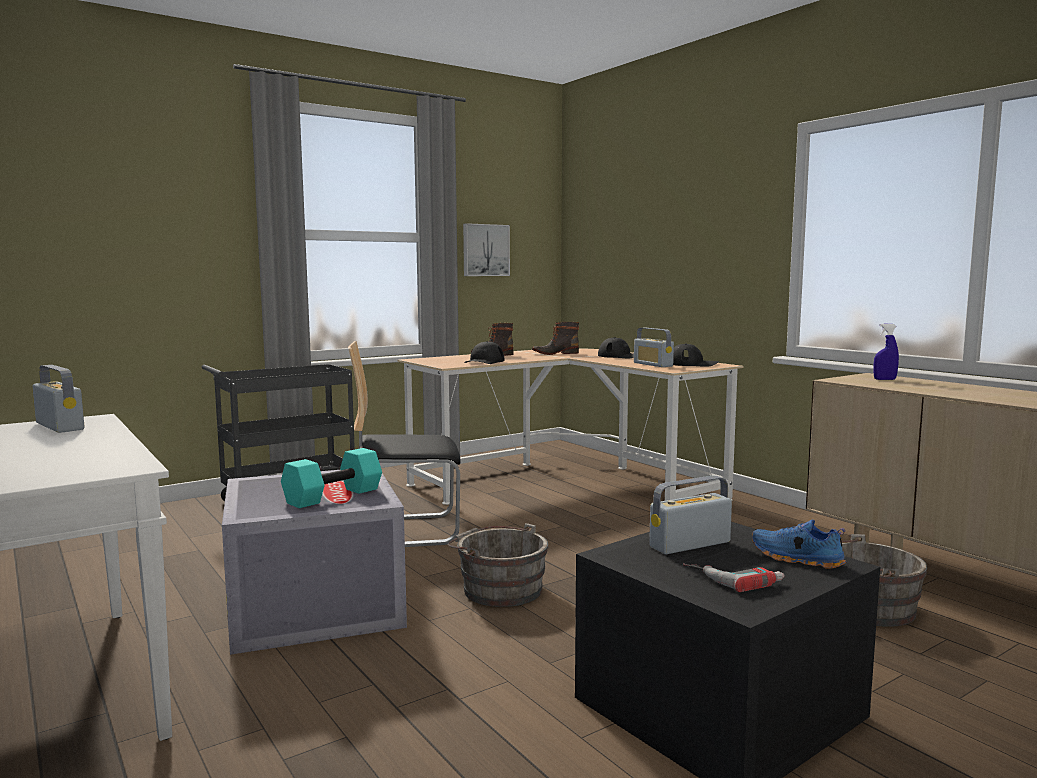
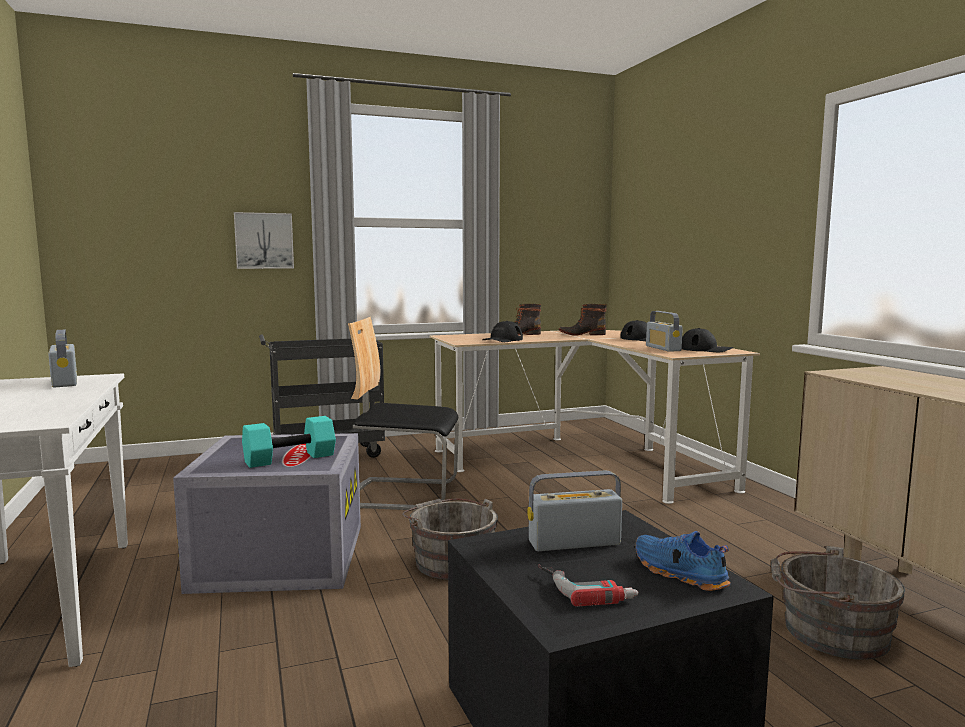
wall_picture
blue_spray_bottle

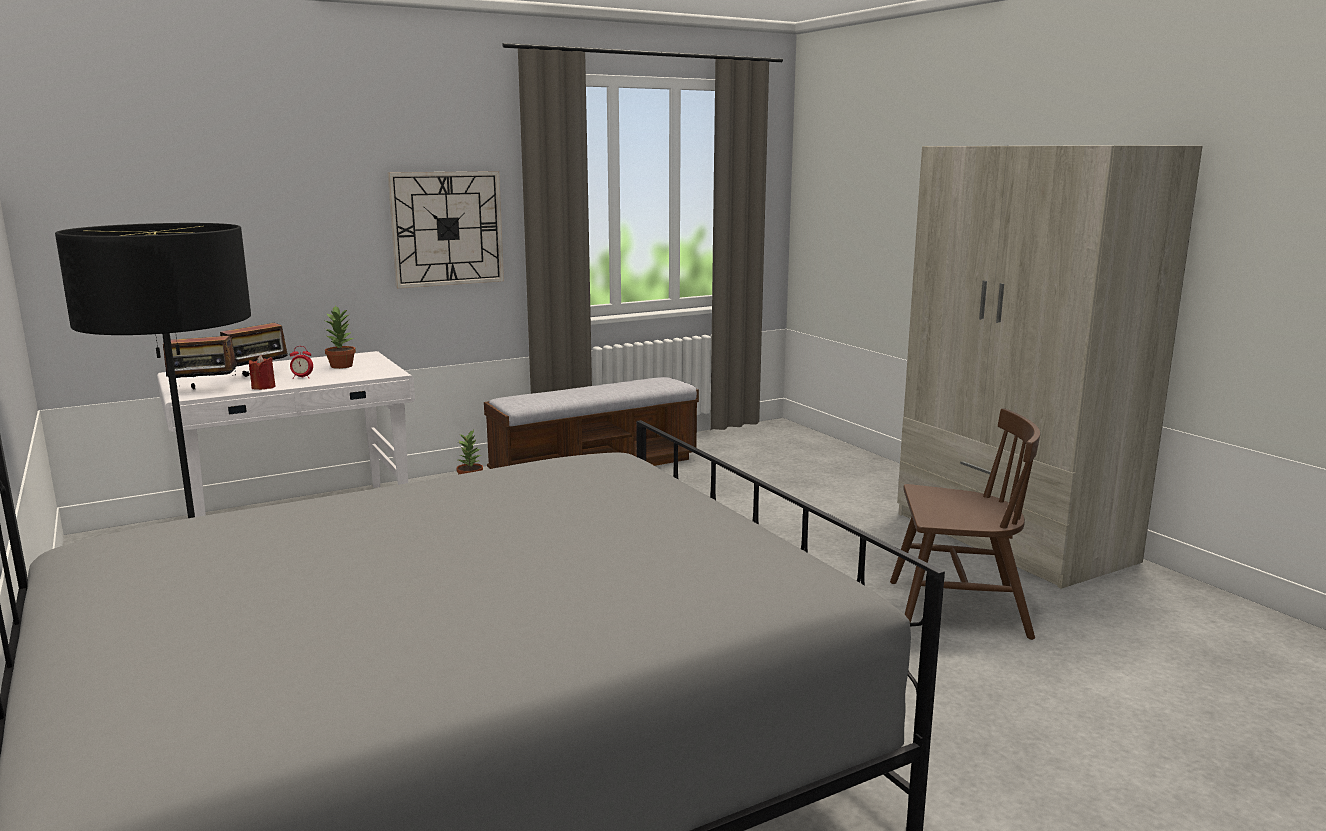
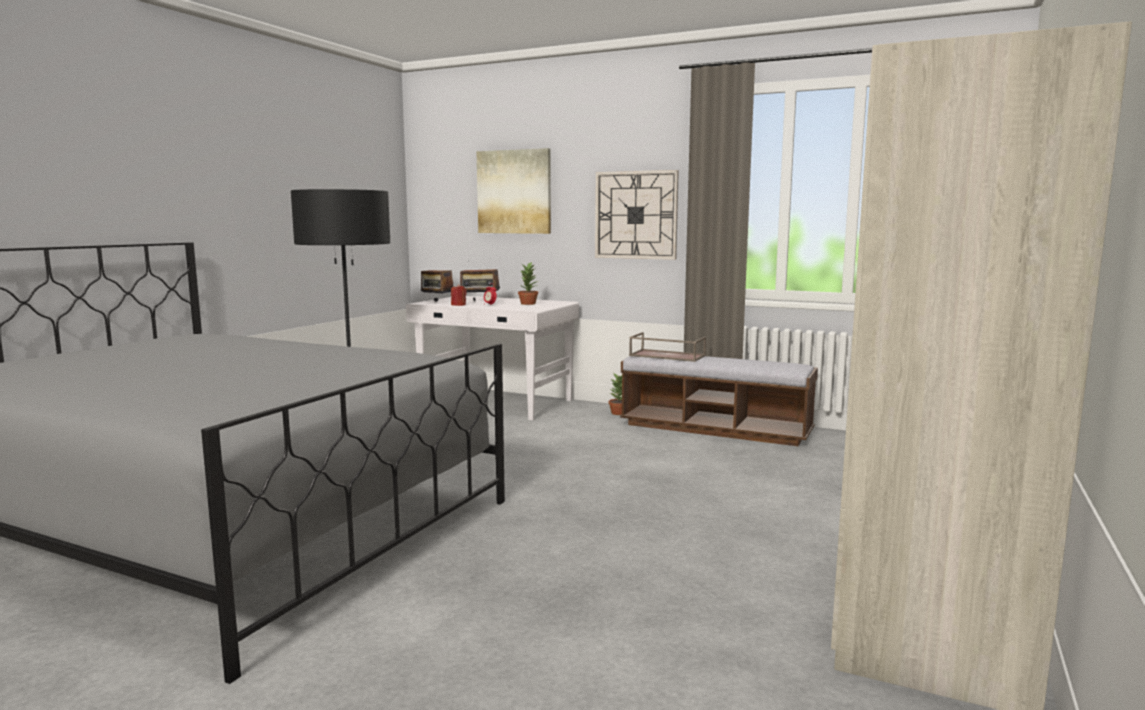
wall_picture
brown-coloured_tray
brown-coloured_upright_chair

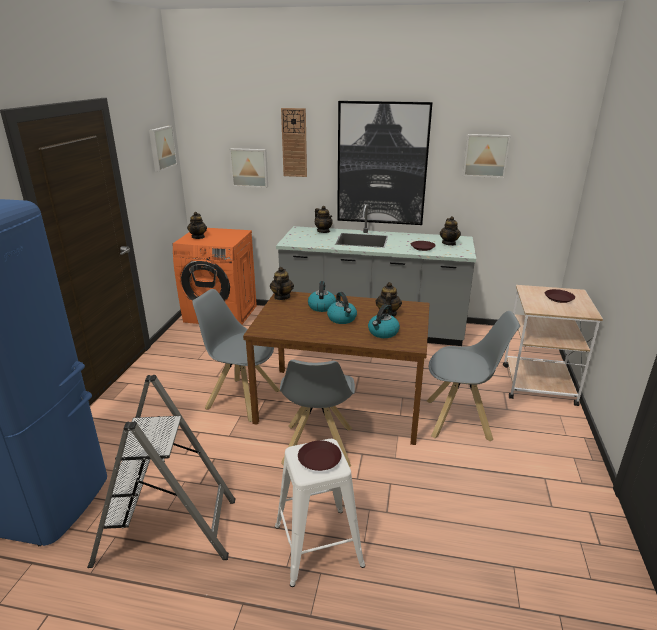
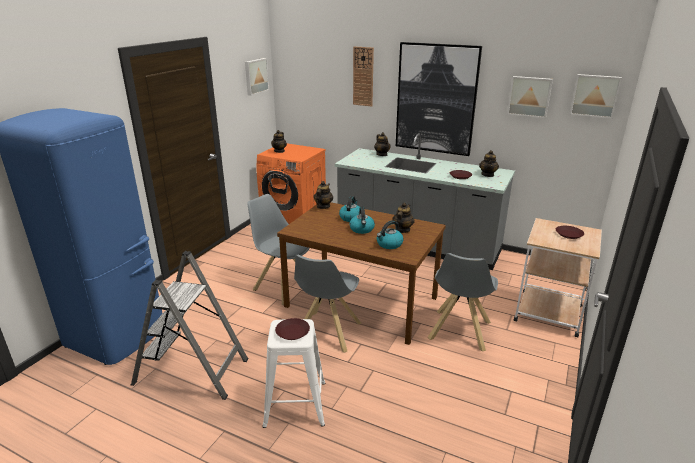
gray_upright_chair (no. 3 from left)
wall_picture (no. 4 from left)

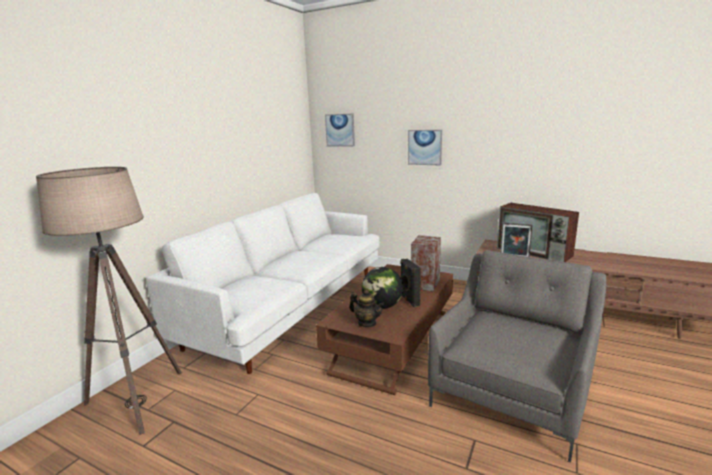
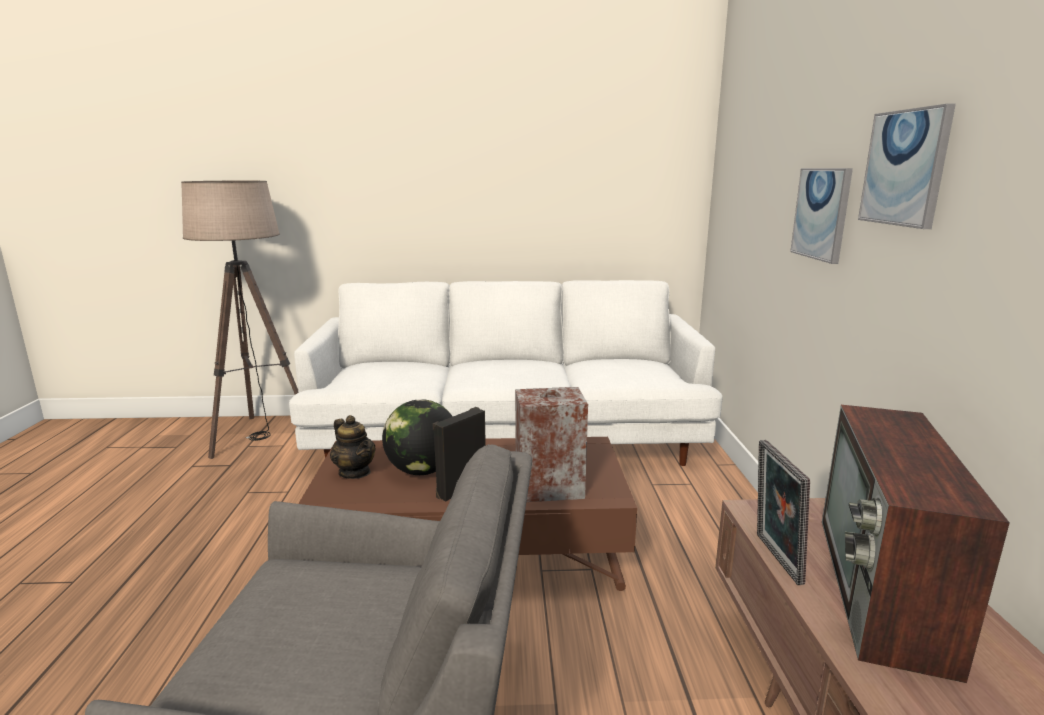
pot_for_tea
wall_picture (no. 2 from left)

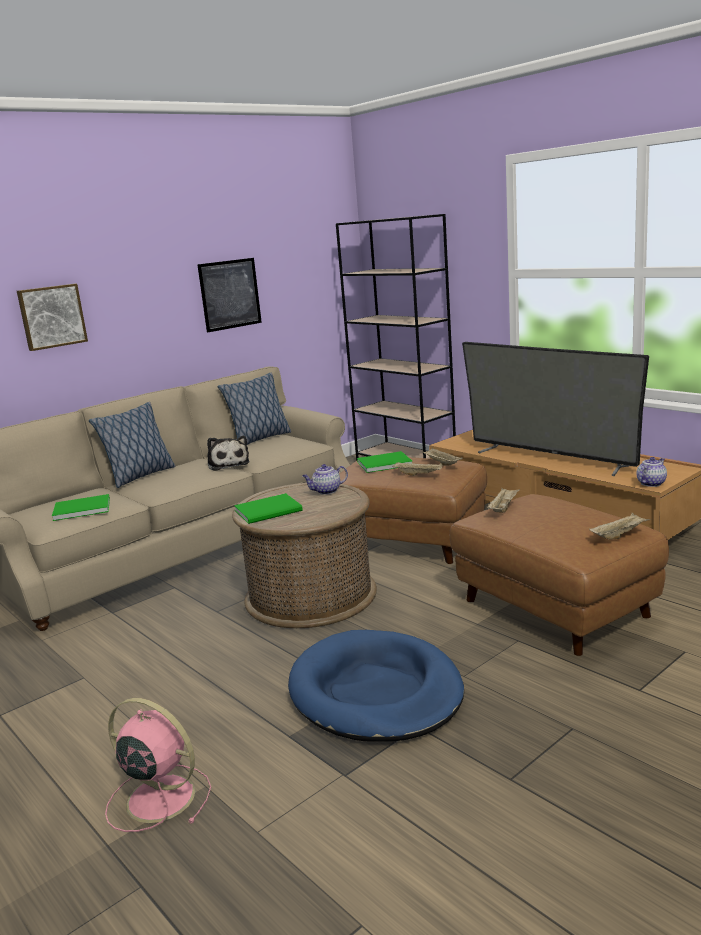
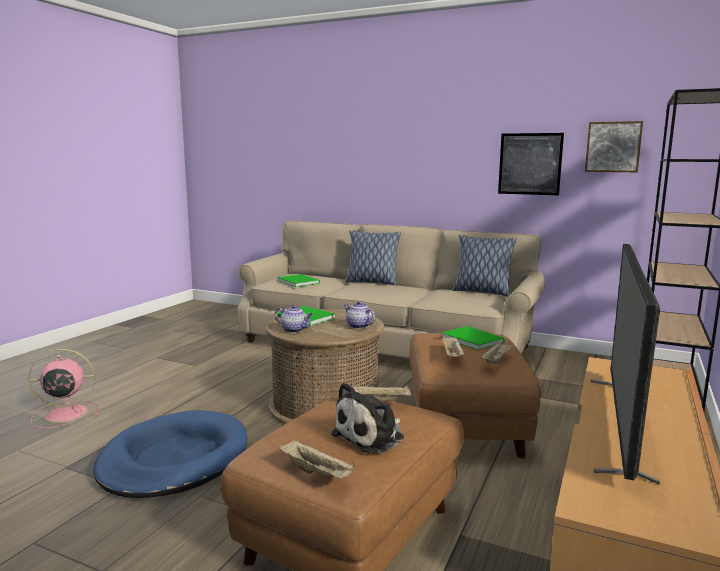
pinkish_electric_fan
pot_for_tea (no. 1 from left)
plush_toy
wall_picture (no. 2 from left)

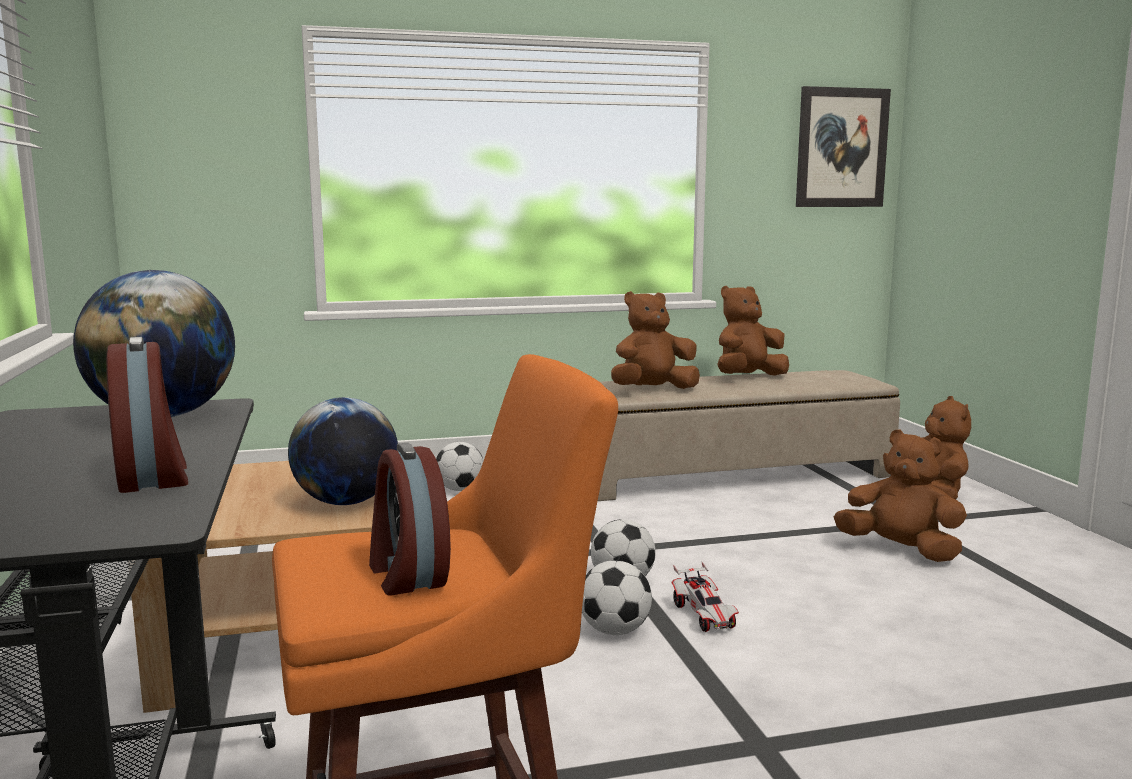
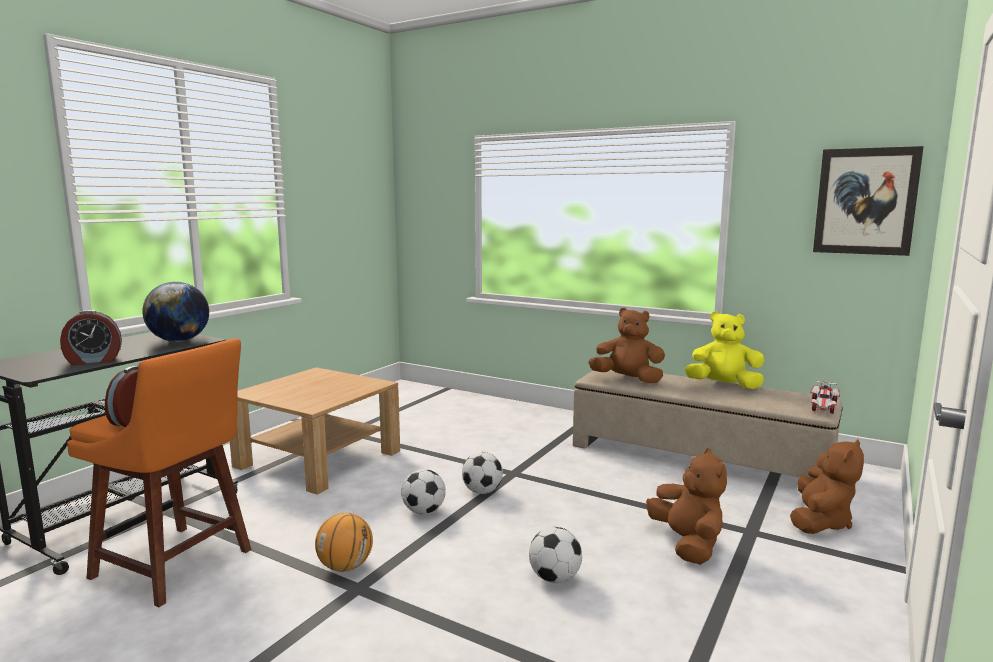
alarm_clock (no. 1 from left)
basketball
ball_for_football (no. 3 from left)
yellowish_plush_toy
miniature_car
desk_globe (no. 2 from left in the first image)

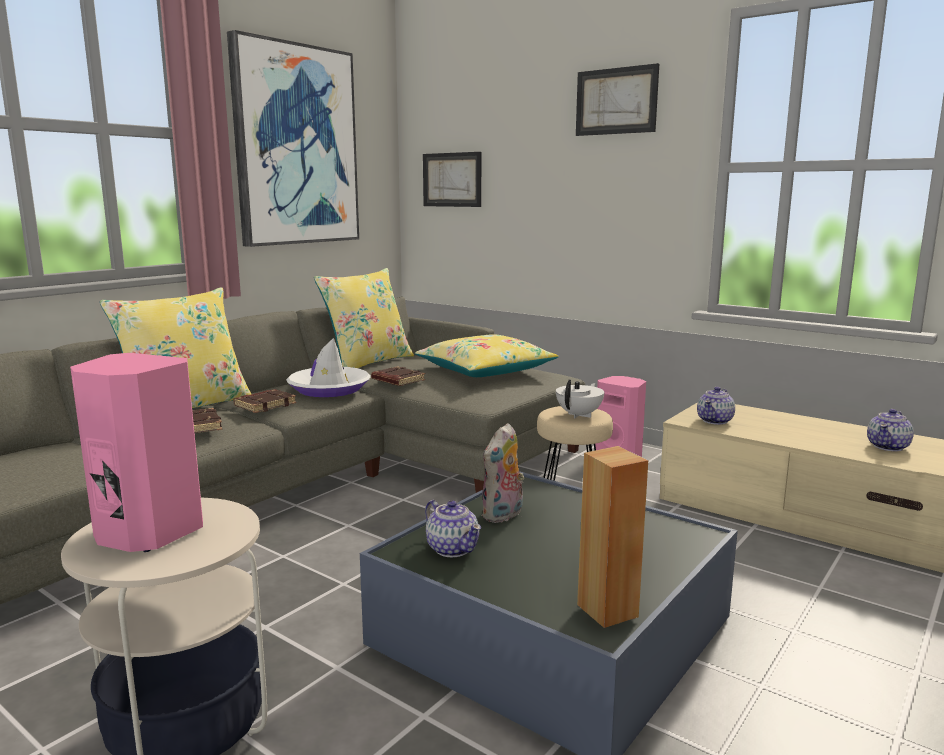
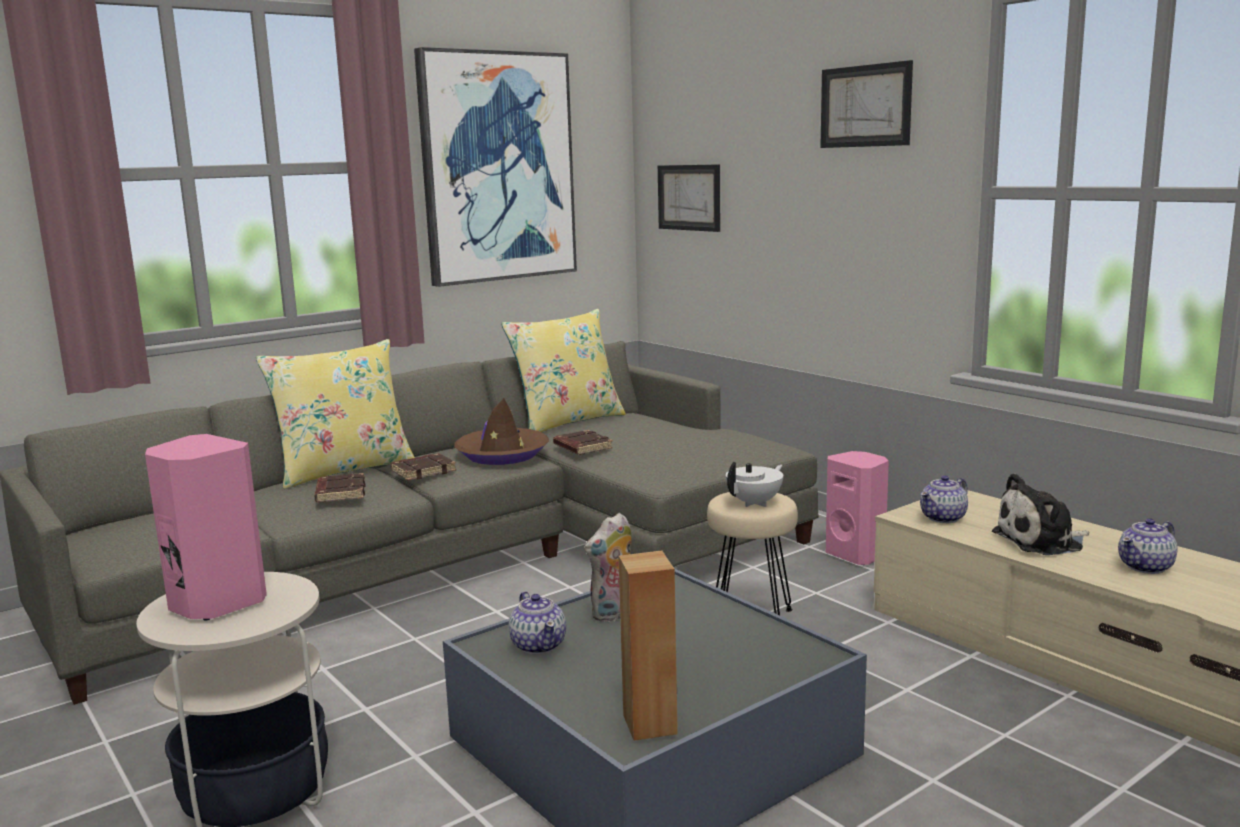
brown-coloured_wearable_hat
plush_toy (no. 2 from left)
yellowish_pillow (no. 3 from left in the first image)

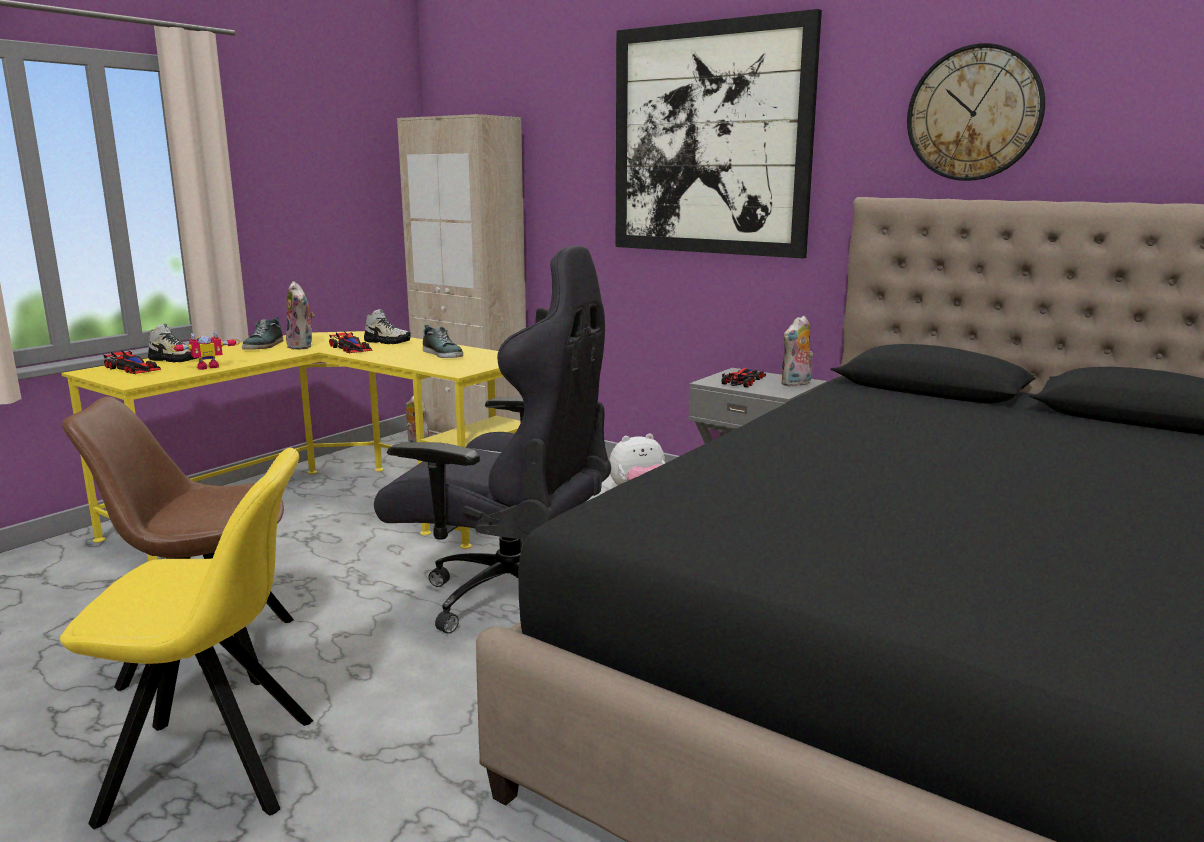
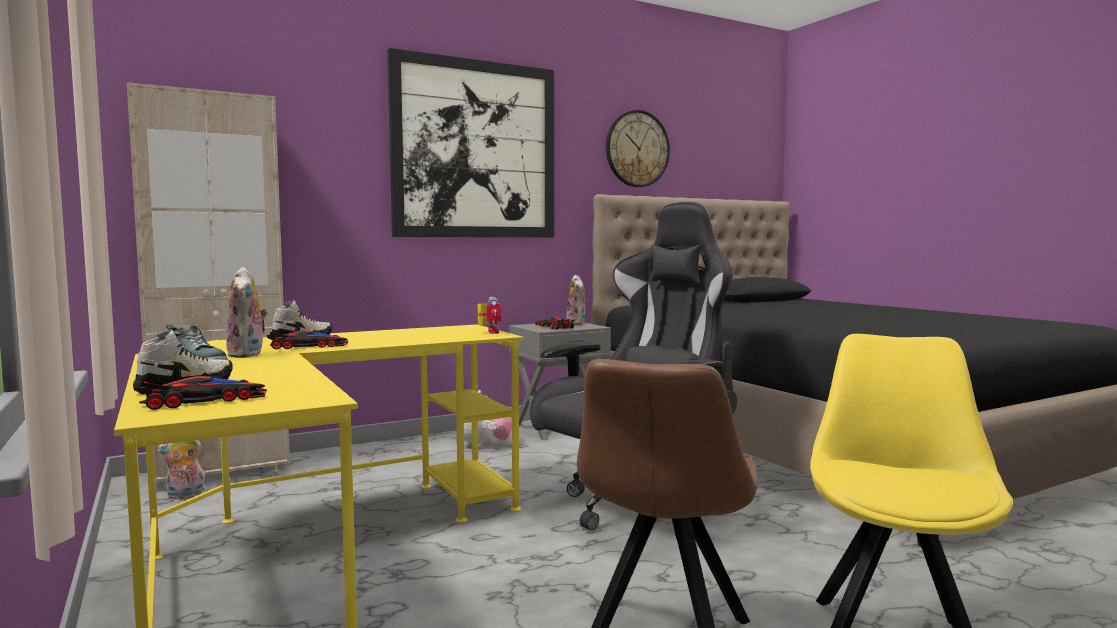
plush_toy (no. 2 from left)
toy_robot
item_of_footwear (no. 4 from left in the first image)

